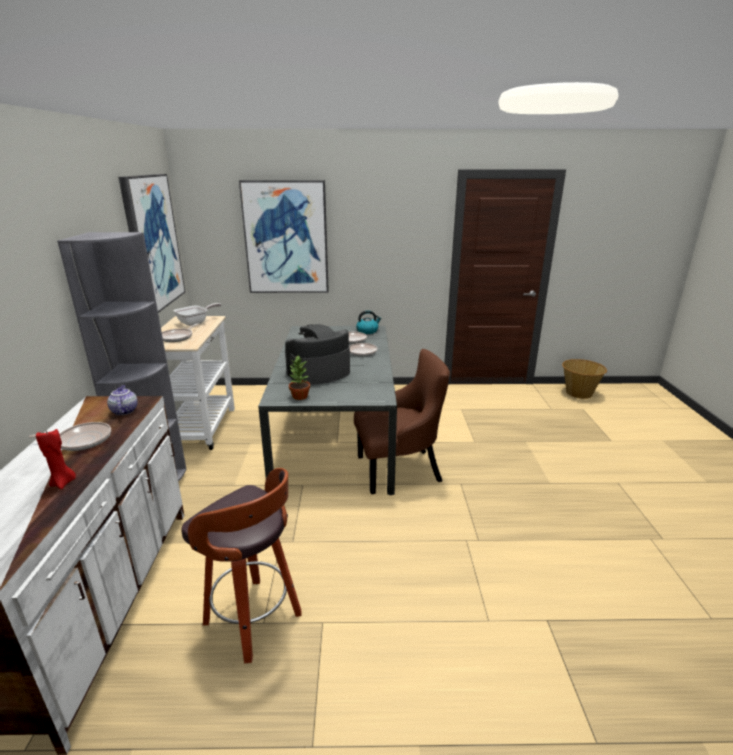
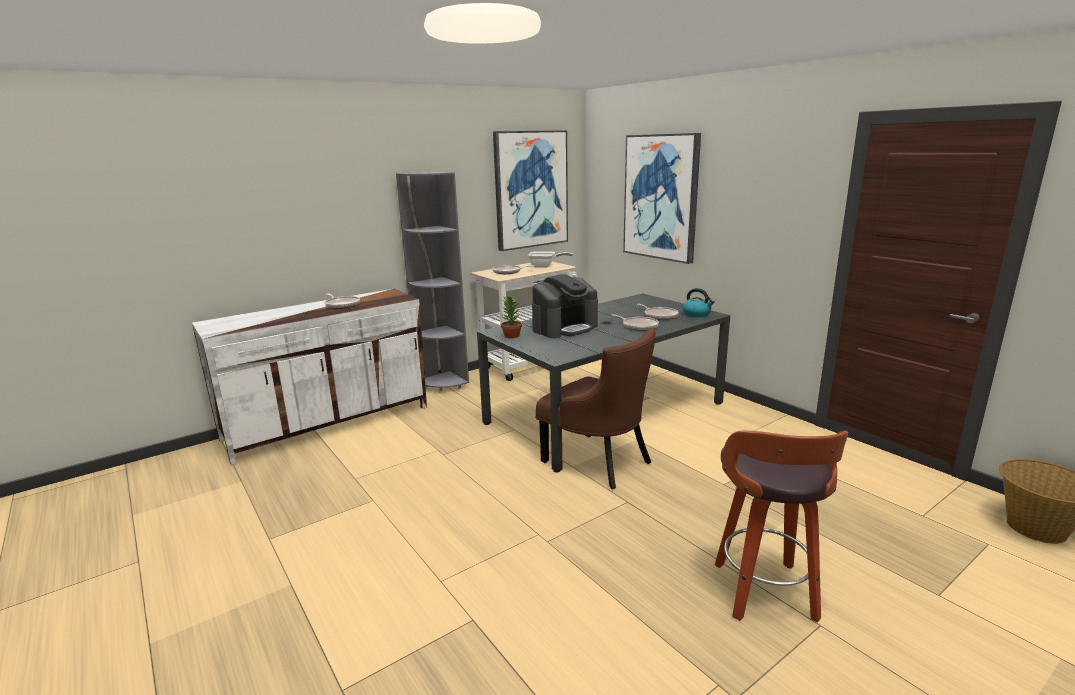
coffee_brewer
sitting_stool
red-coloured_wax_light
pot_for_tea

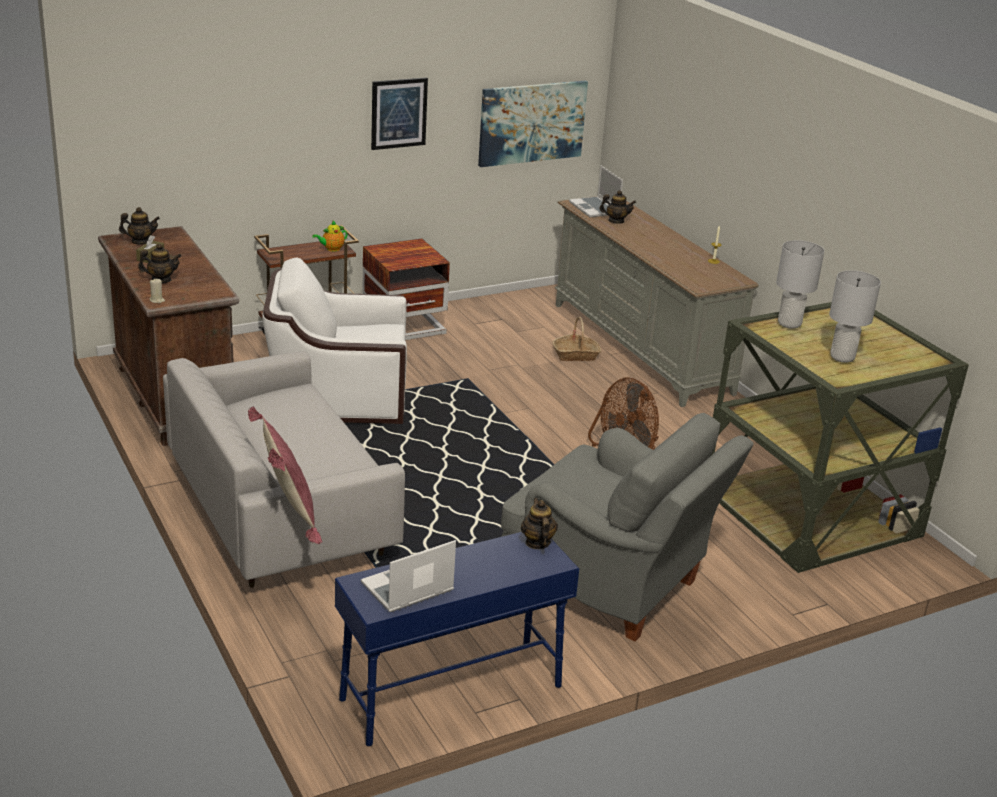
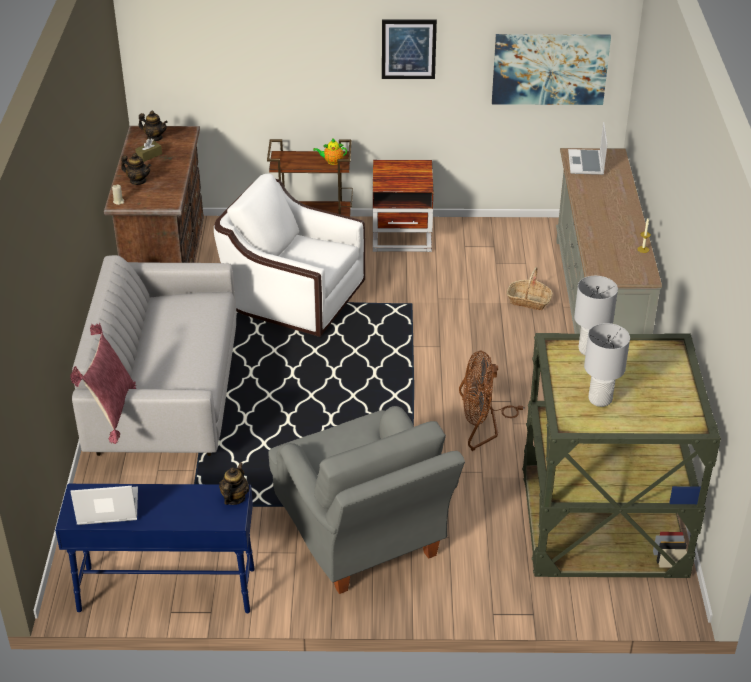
pot_for_tea (no. 5 from left in the first image)

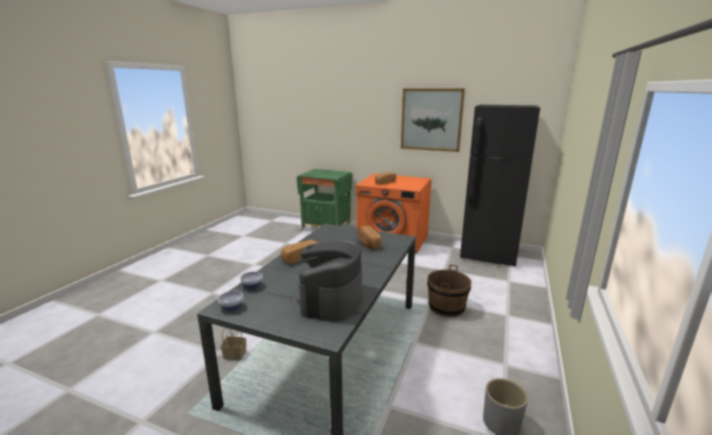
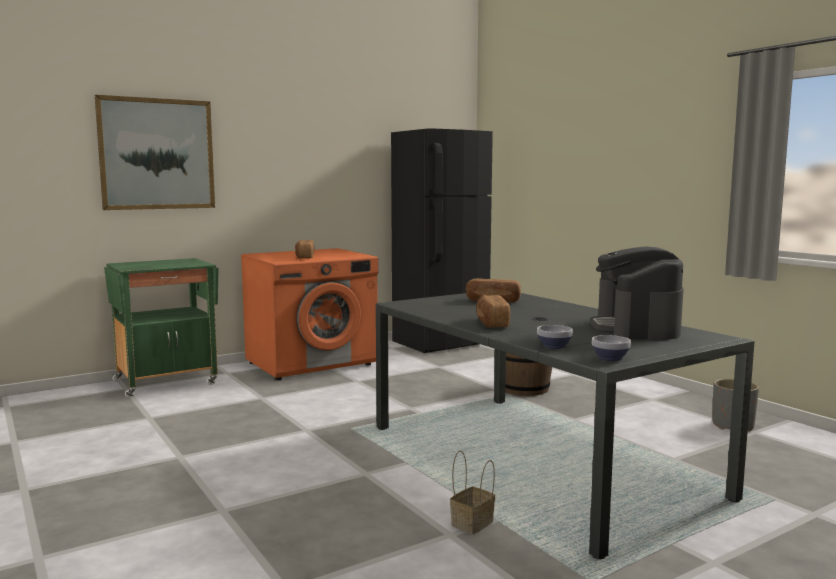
wall_picture
coffee_brewer

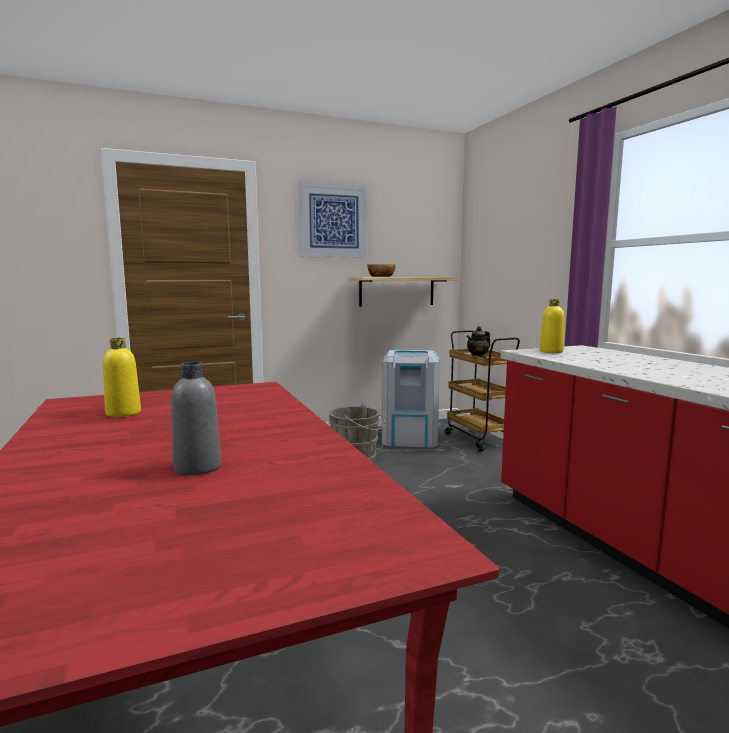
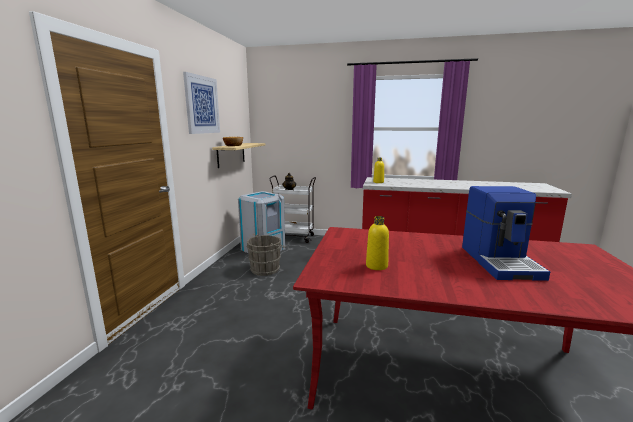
white-coloured_cart
coffee_brewer

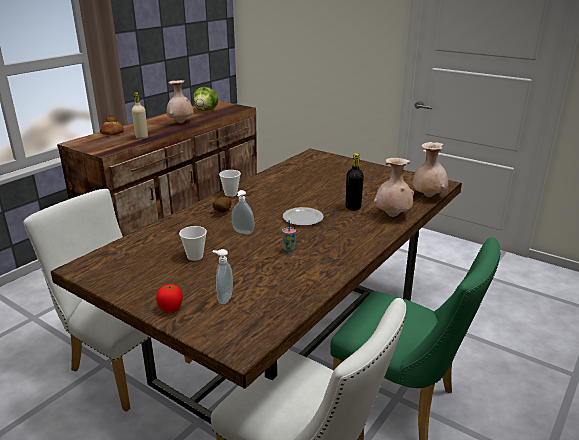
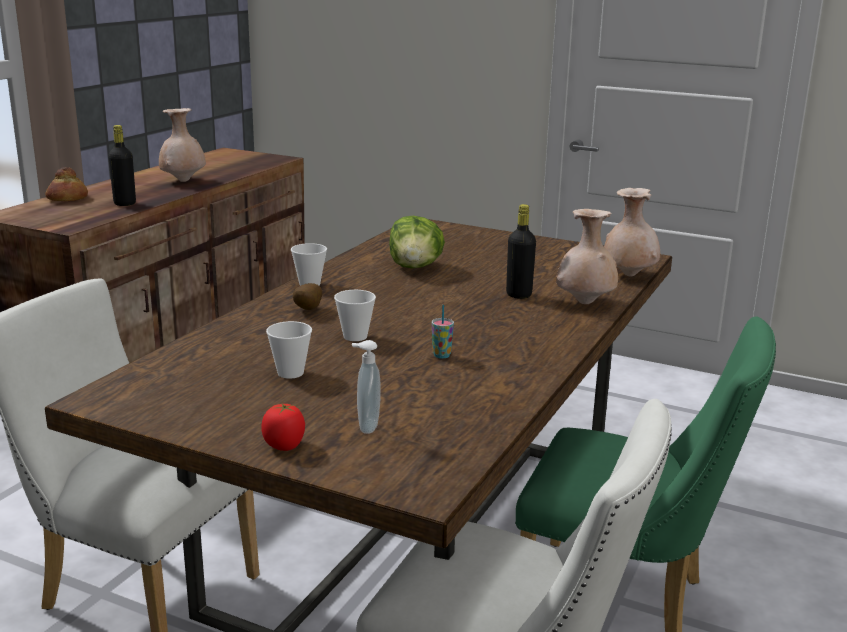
black-coloured_beverage_bottle (no. 1 from left)
drinking_cup (no. 3 from left)
lettuce_head
dinner_plate

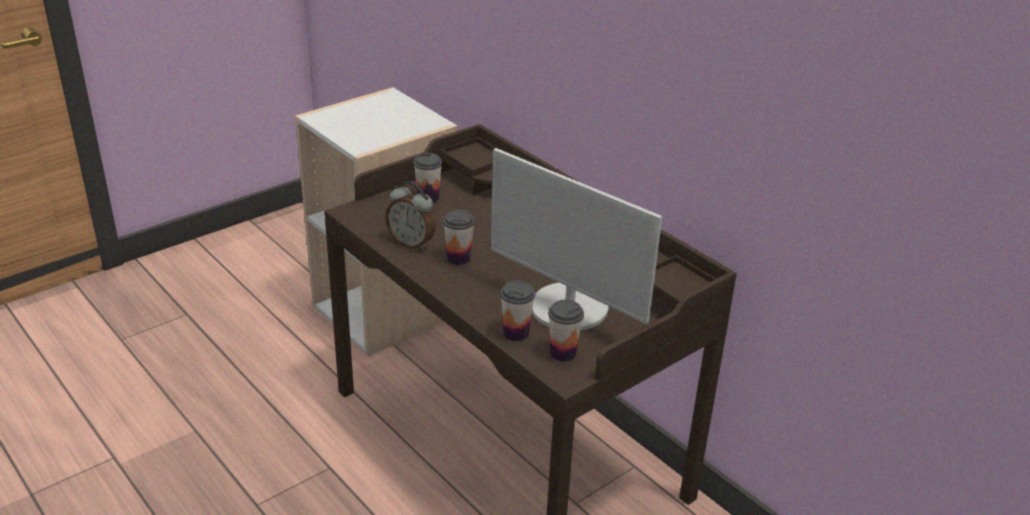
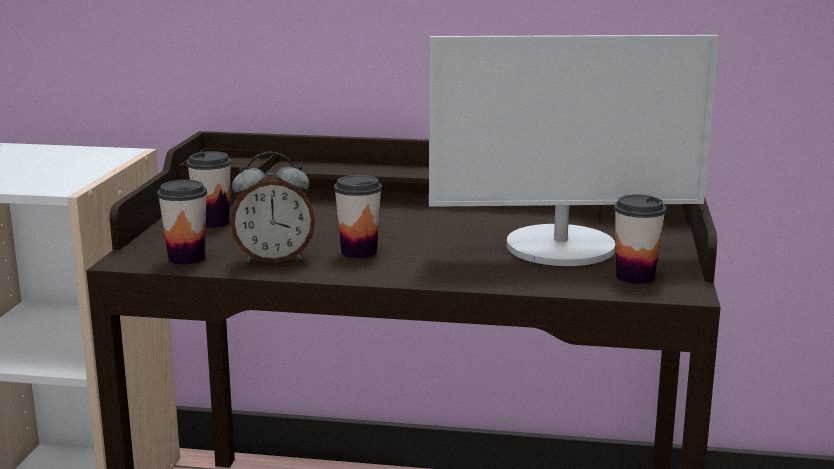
drinking_cup (no. 1 from left)

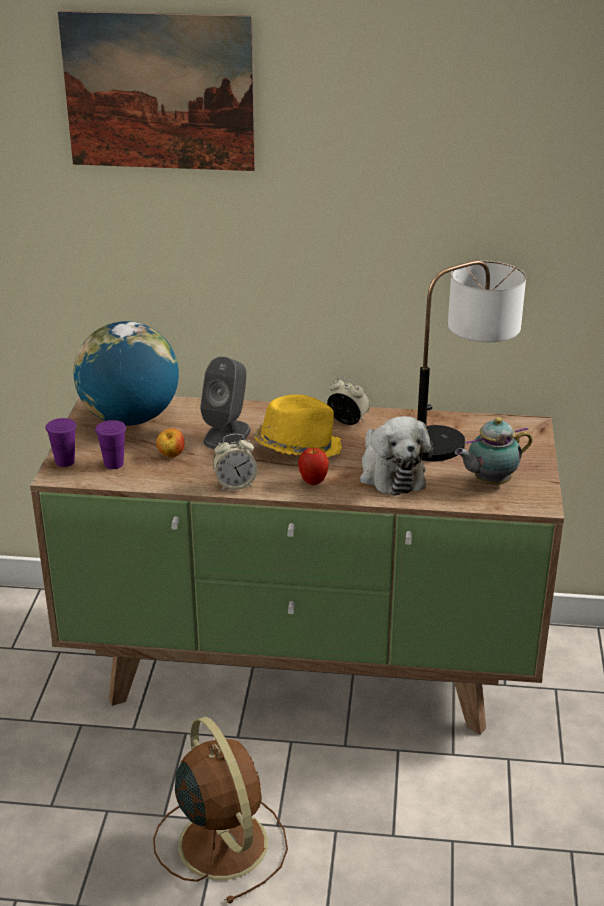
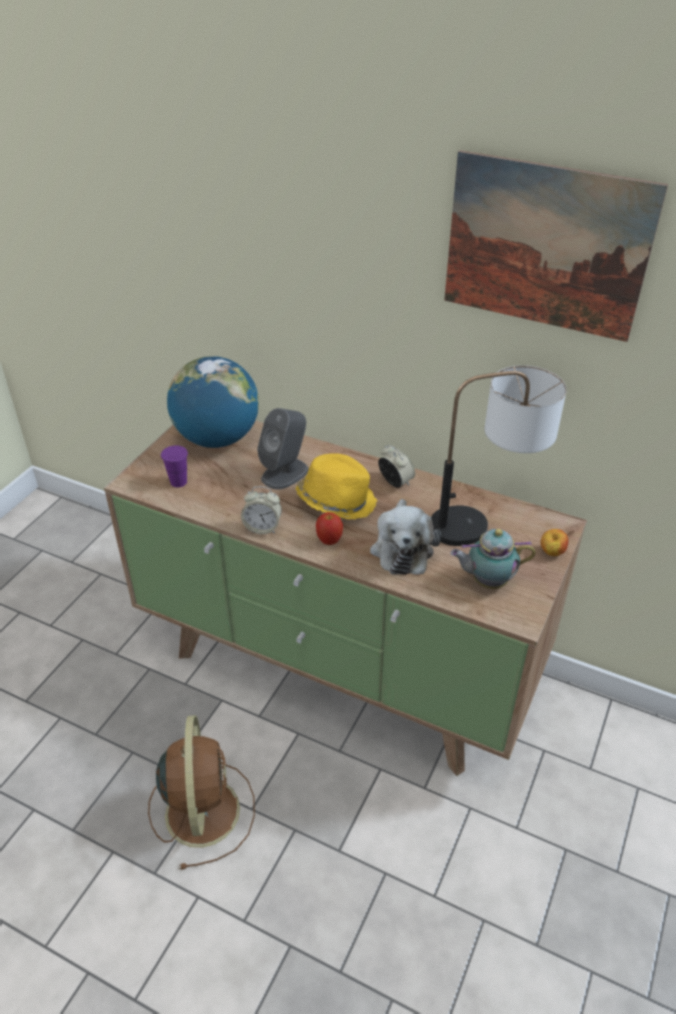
wall_picture
apple_fruit (no. 2 from left)
purple-coloured_drinking_cup (no. 1 from left in the first image)

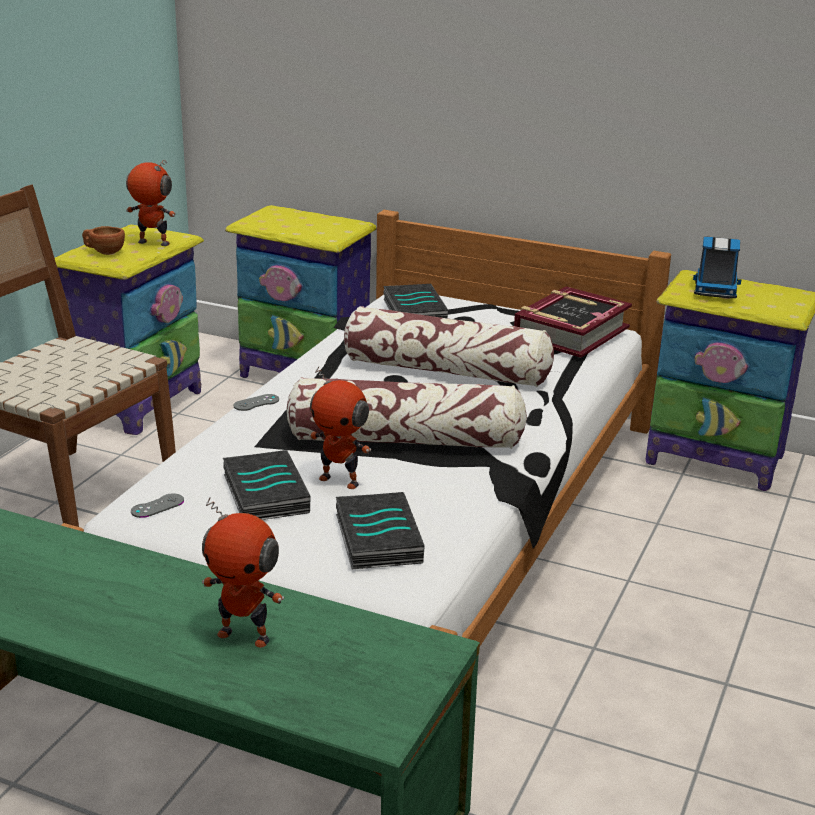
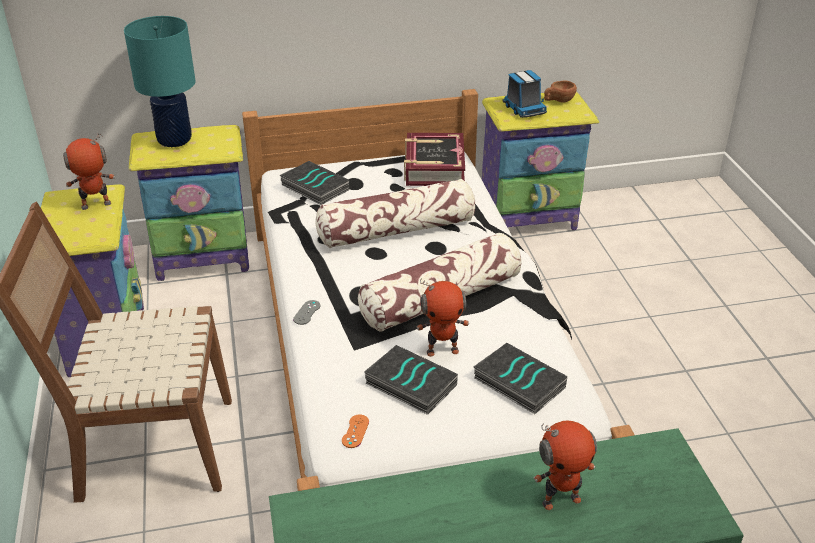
turquoise_tabletop_lamp
orange_gamepad
brown-coloured_drinking_cup

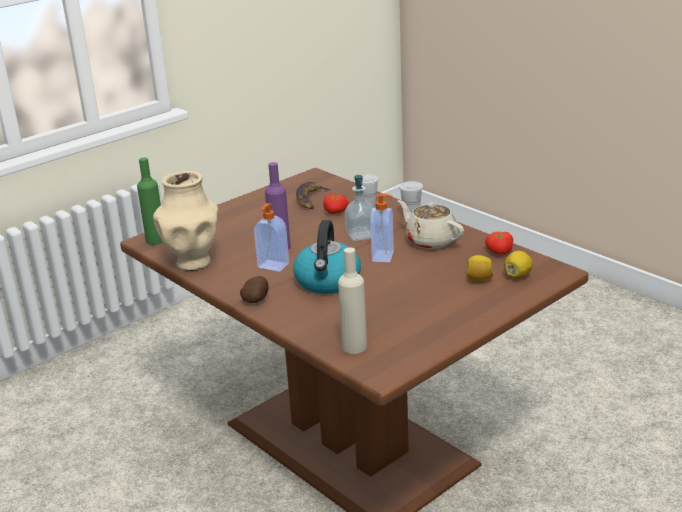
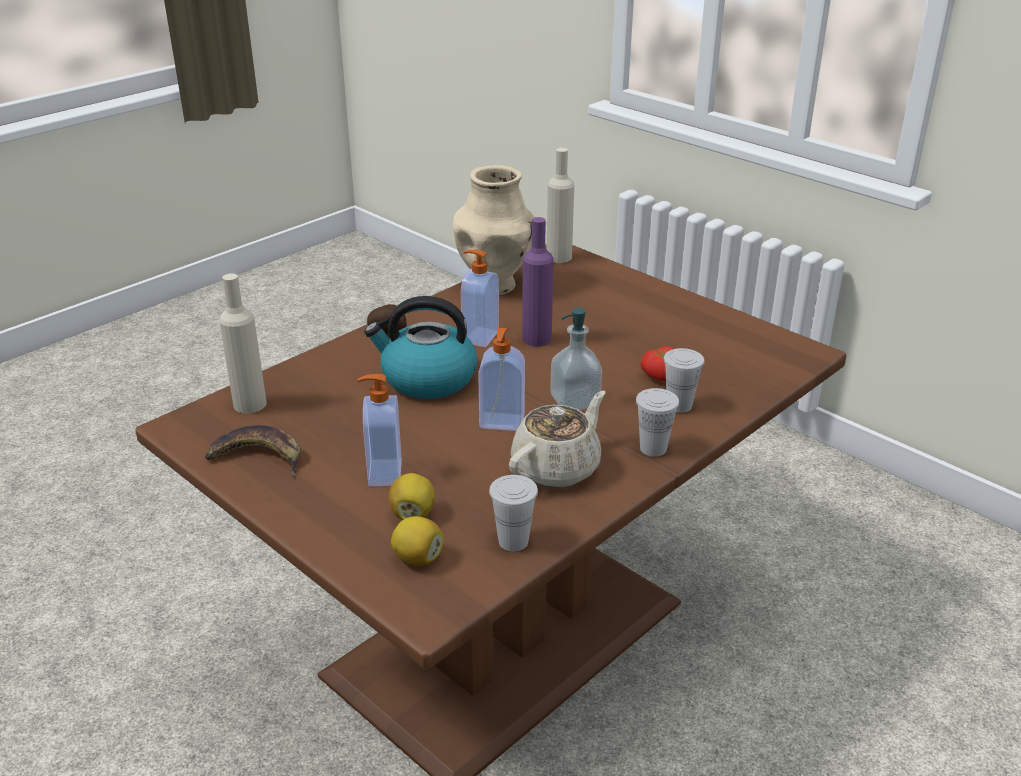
banana
liquid_soap_bottle (no. 1 from left)
white-coloured_drinking_cup (no. 1 from left)
beige-coloured_beverage_bottle (no. 2 from left)

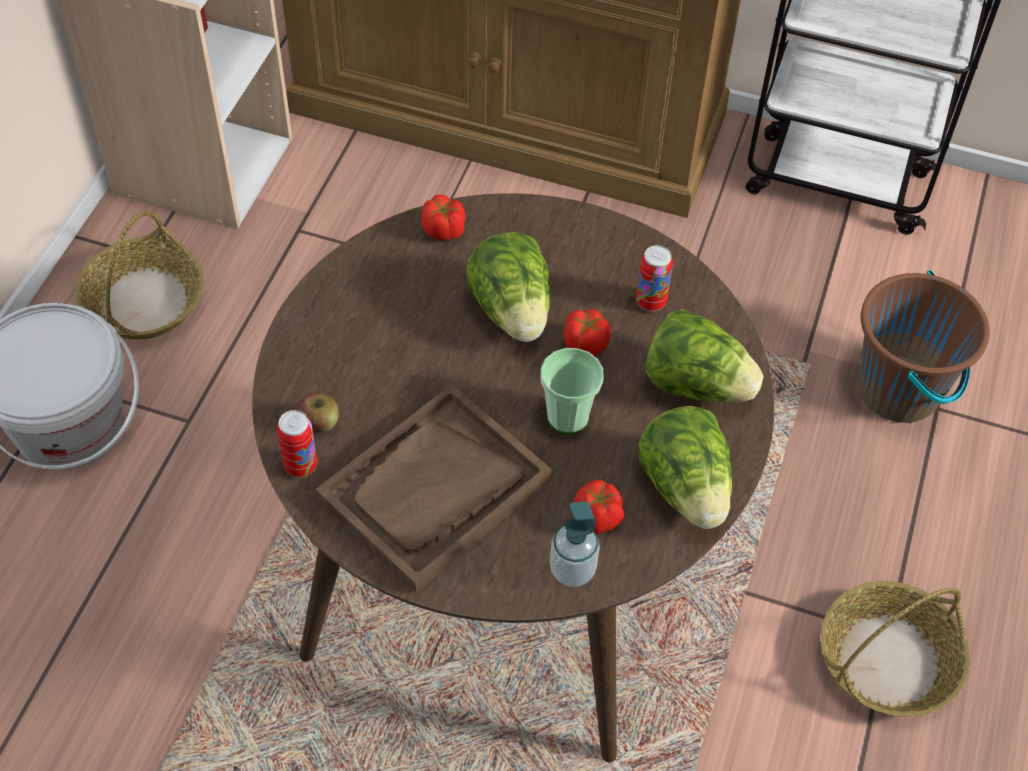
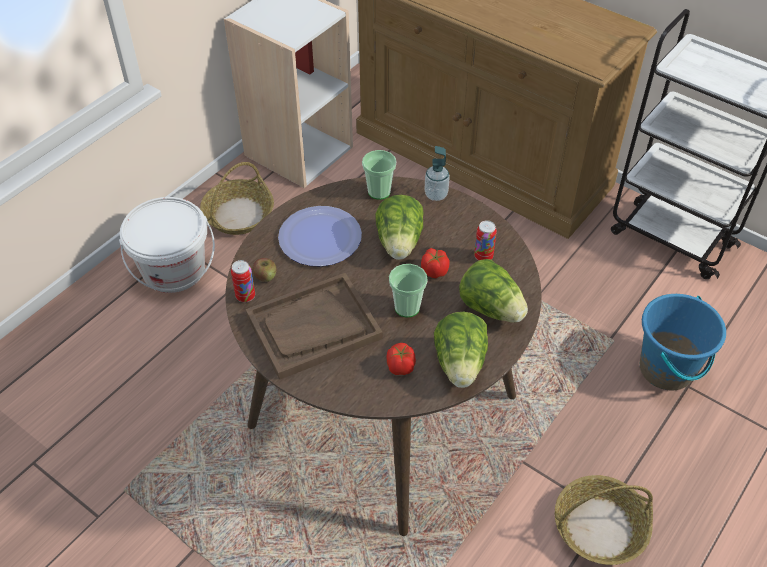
dinner_plate
drinking_cup (no. 1 from left)
liquid_soap_bottle
blue_bucket

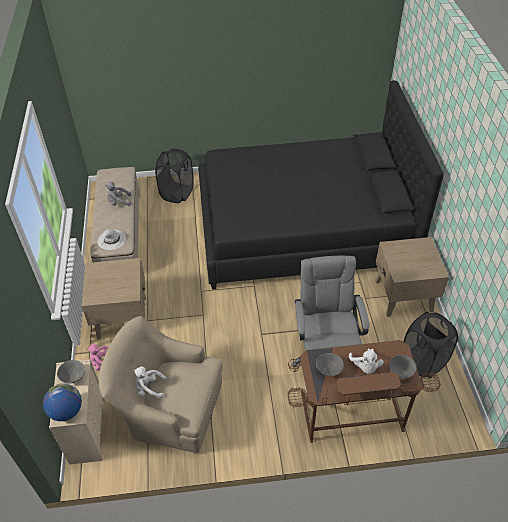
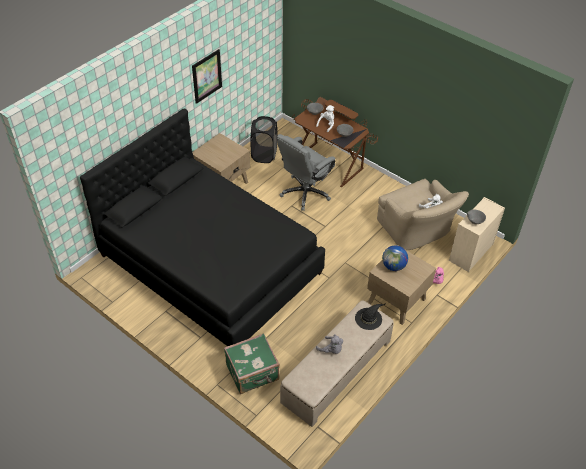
wall_picture
green_suitcase
black-coloured_wearable_hat
desk_globe

